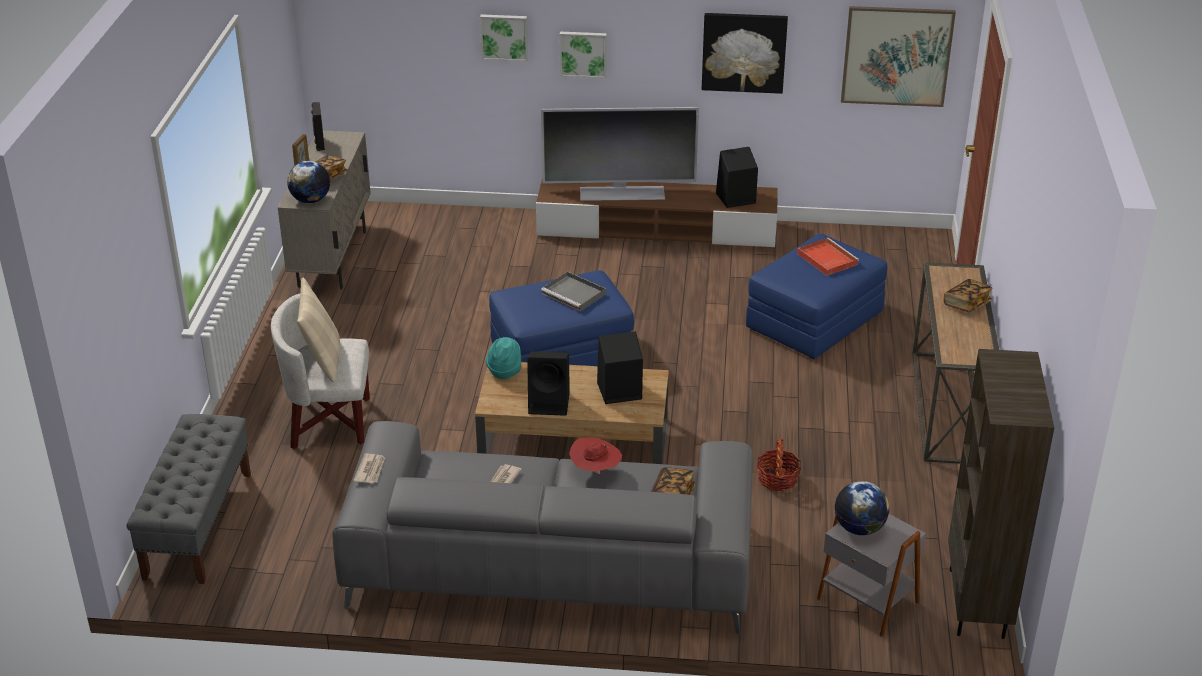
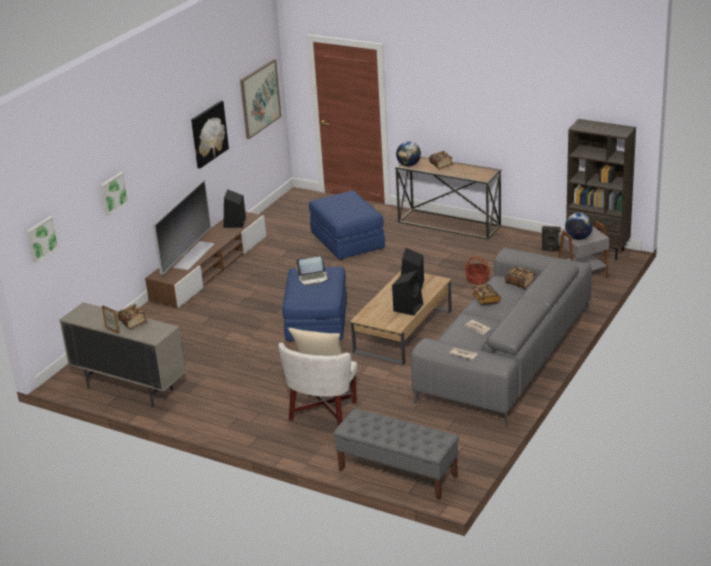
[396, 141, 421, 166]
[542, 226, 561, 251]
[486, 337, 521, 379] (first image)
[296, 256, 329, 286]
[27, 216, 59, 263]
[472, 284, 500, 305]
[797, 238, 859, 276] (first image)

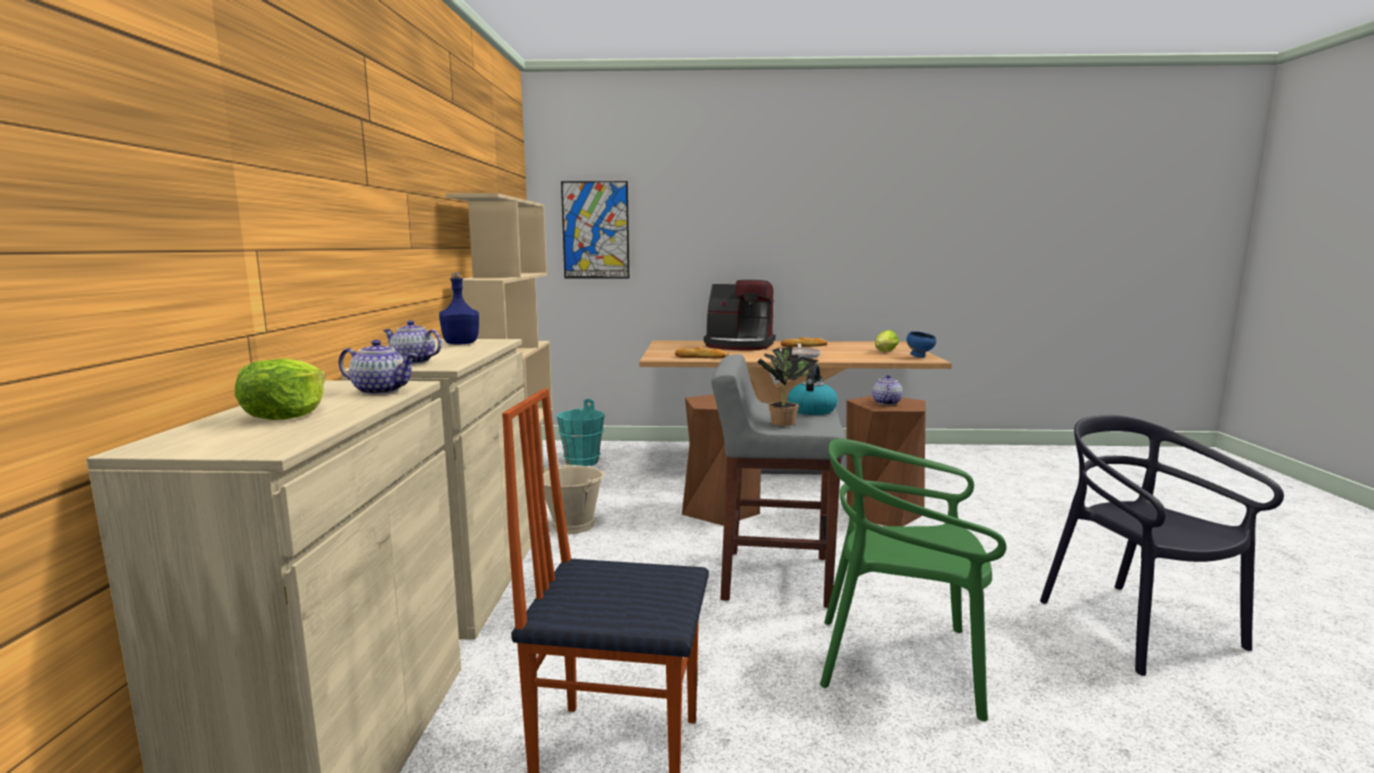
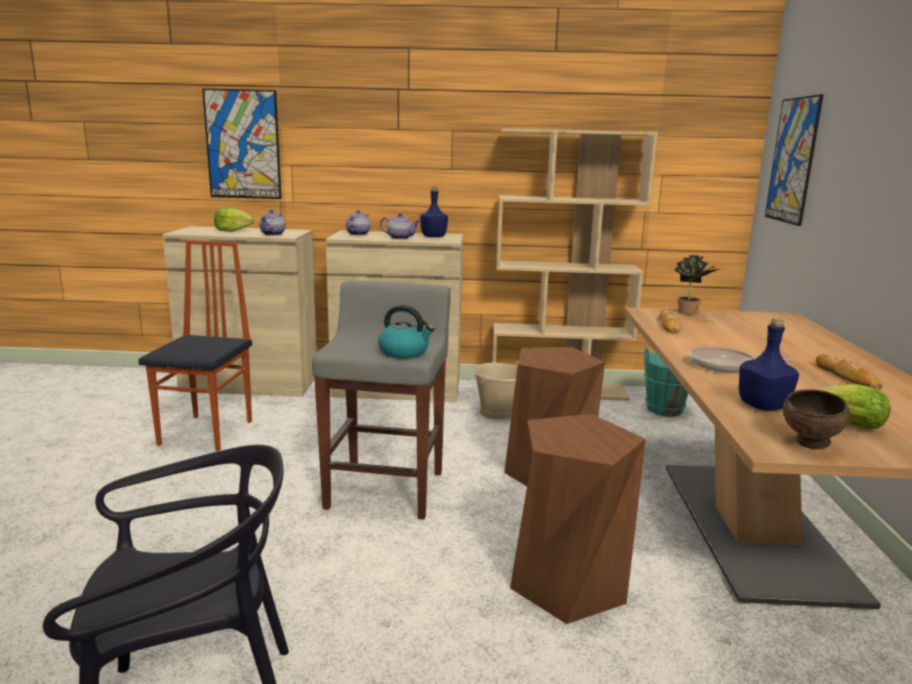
[704, 280, 776, 351] (first image)
[674, 255, 719, 315]
[820, 439, 1007, 721] (first image)
[380, 213, 420, 239]
[783, 389, 850, 449]
[202, 89, 282, 199]
[739, 318, 799, 411]

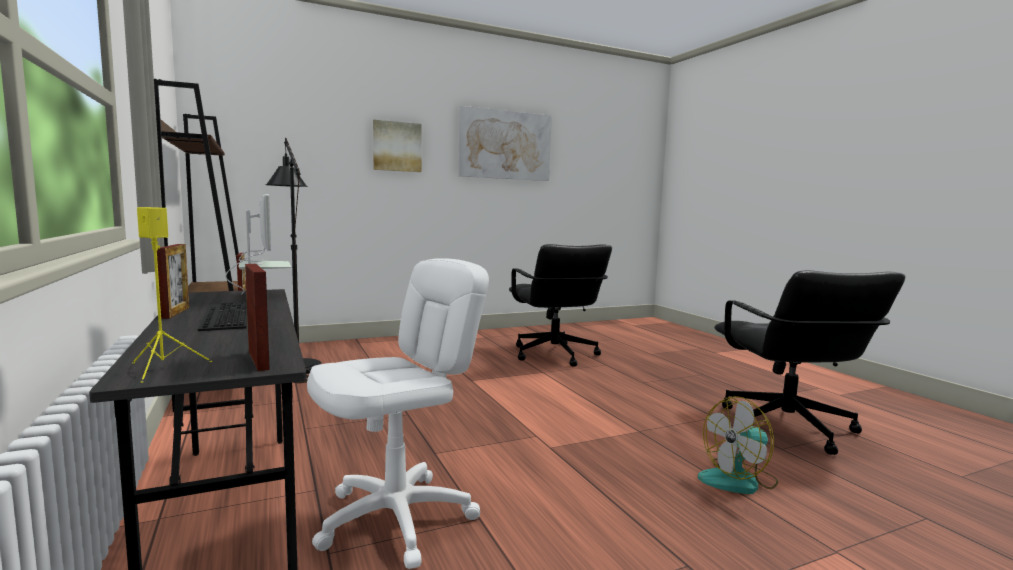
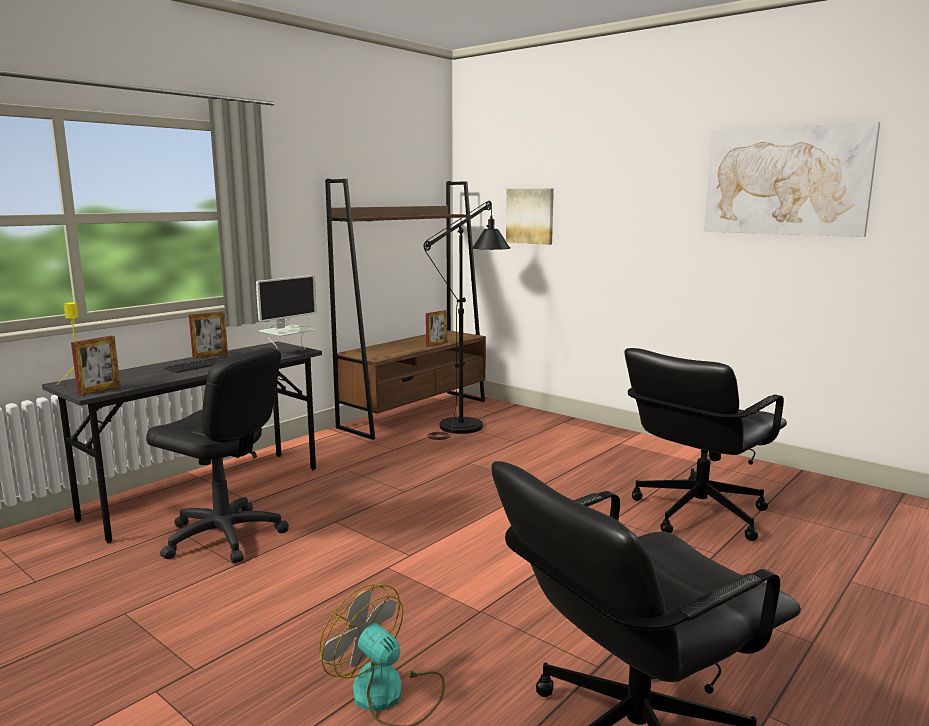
[146, 348, 289, 563]
[506, 189, 554, 245]

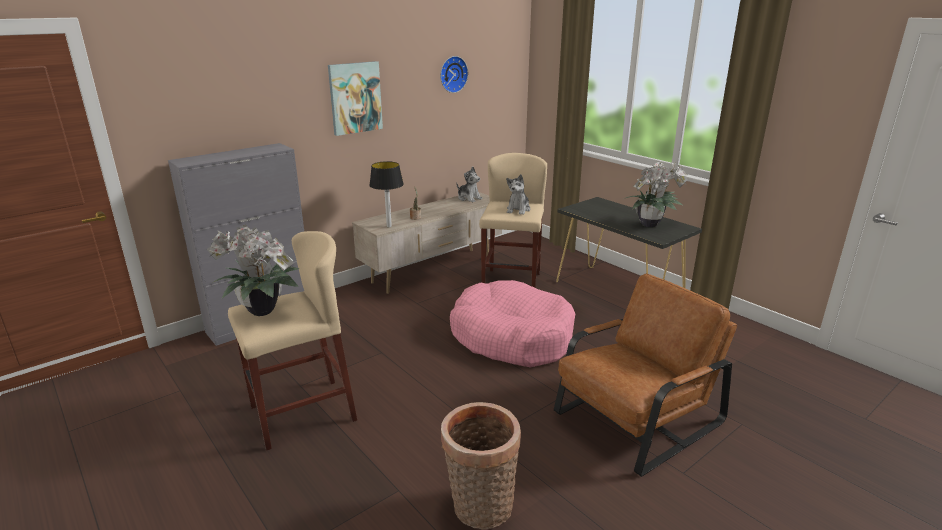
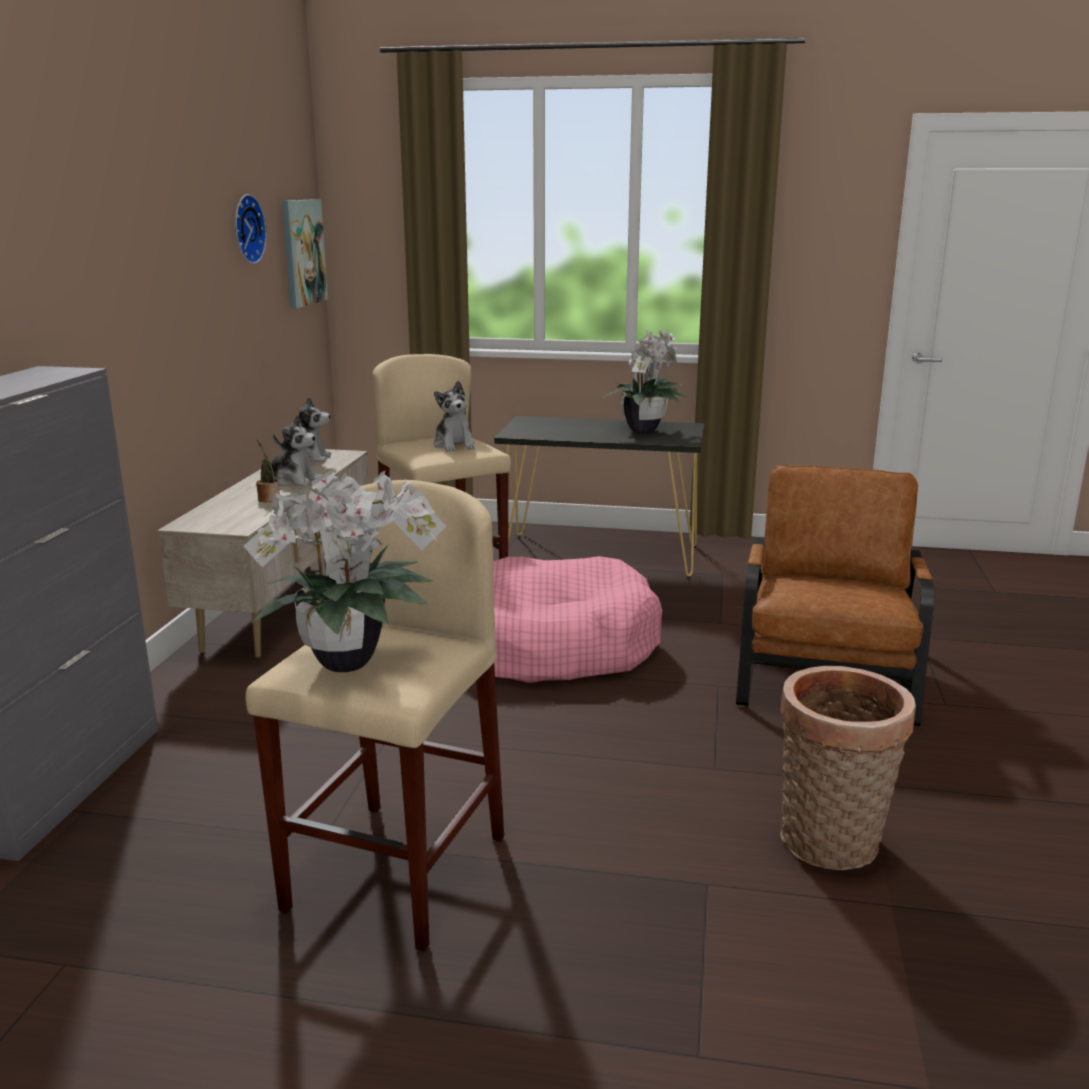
[282, 199, 328, 308]
[369, 161, 404, 228] (first image)
[264, 415, 321, 487]

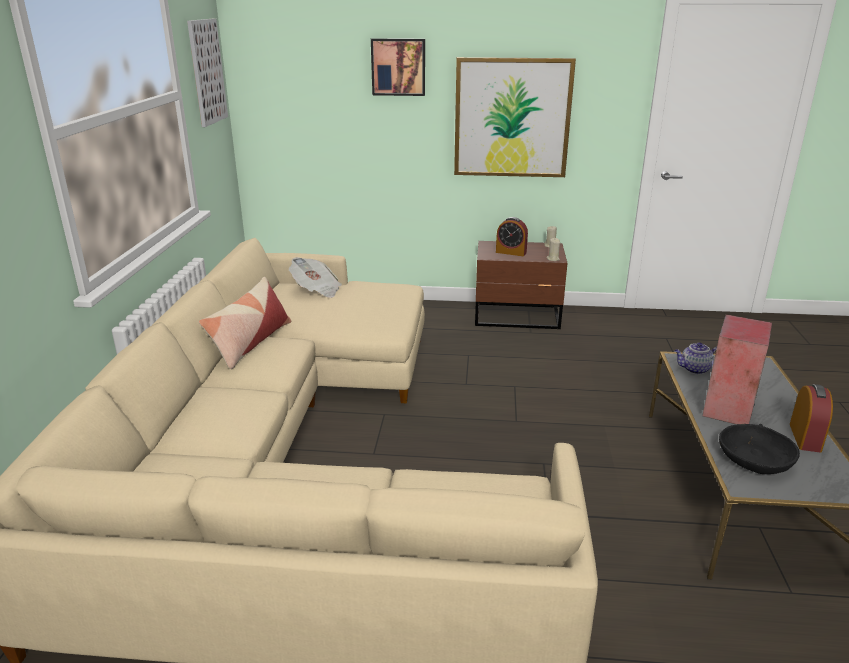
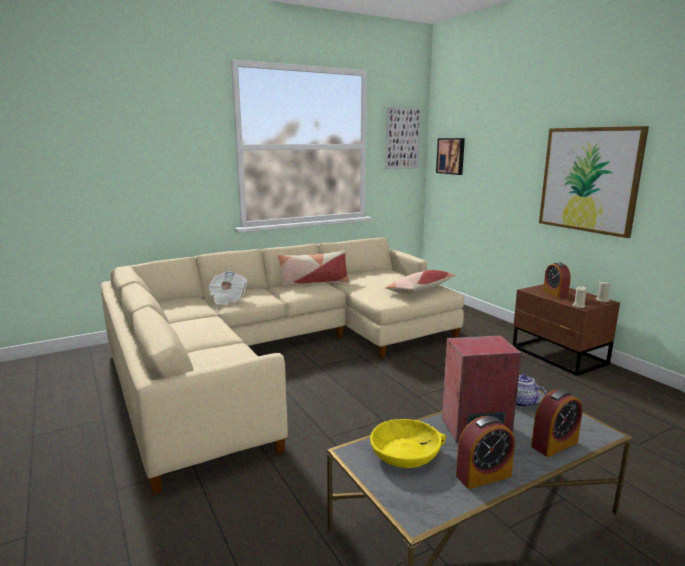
[208, 271, 248, 305]
[436, 138, 465, 175]
[370, 419, 446, 468]
[385, 270, 456, 294]
[531, 389, 583, 457]

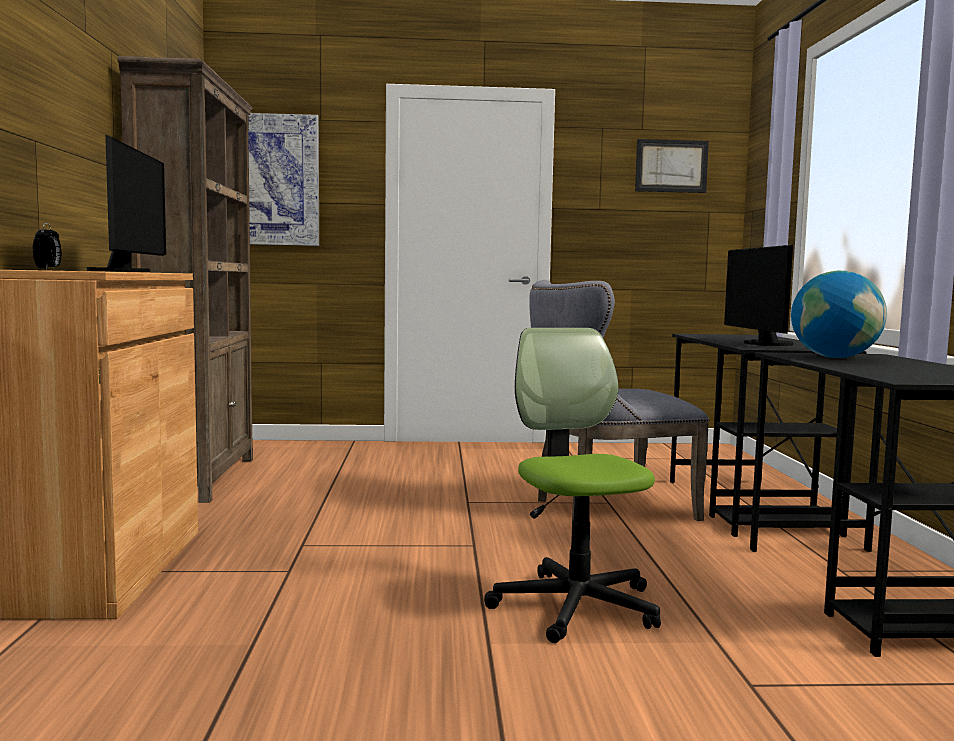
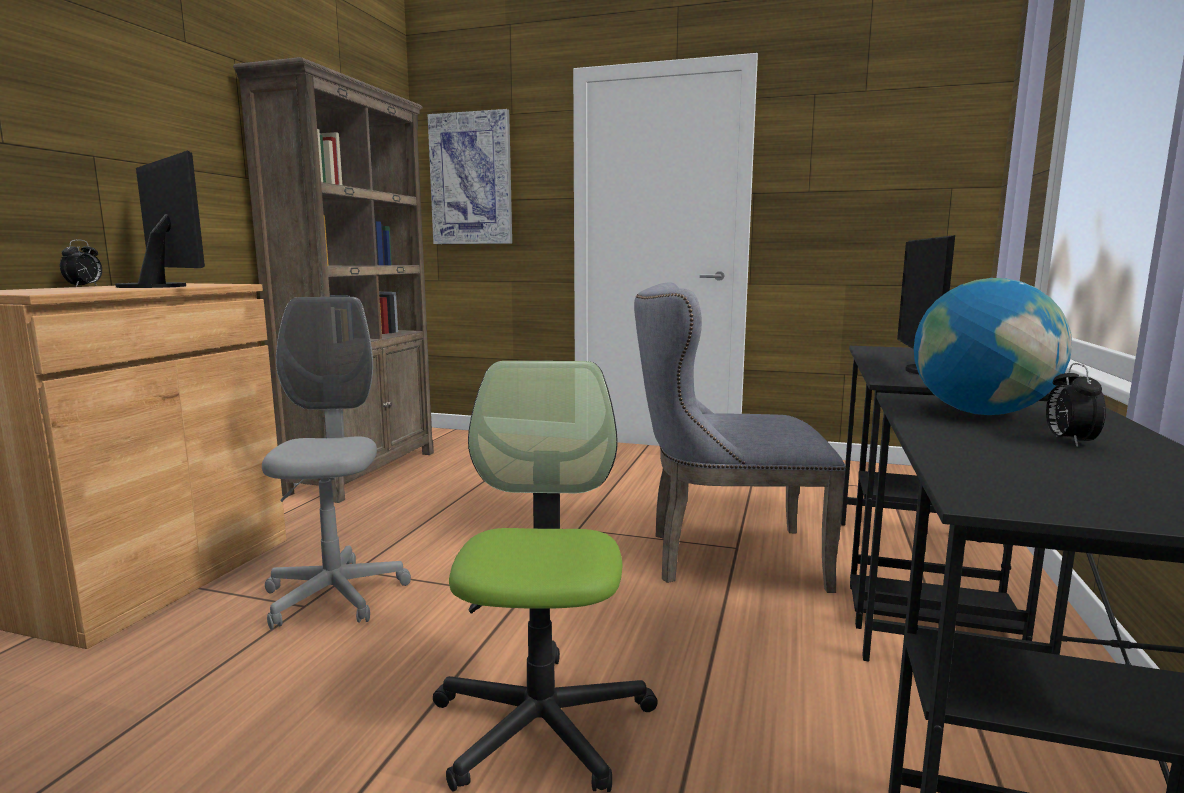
[115, 150, 205, 288]
[635, 139, 709, 193] (first image)
[262, 297, 411, 630]
[1046, 363, 1106, 447]

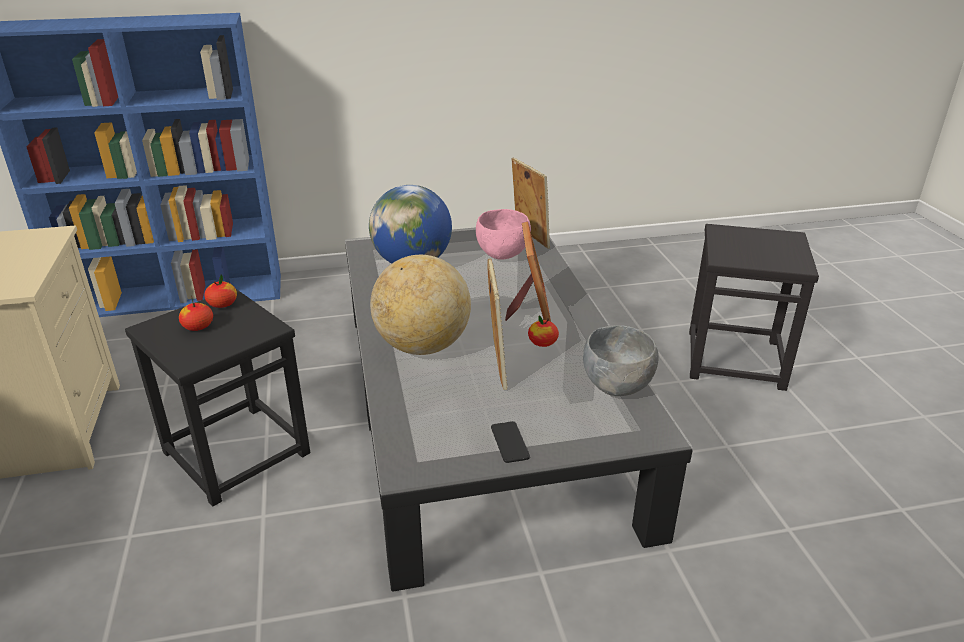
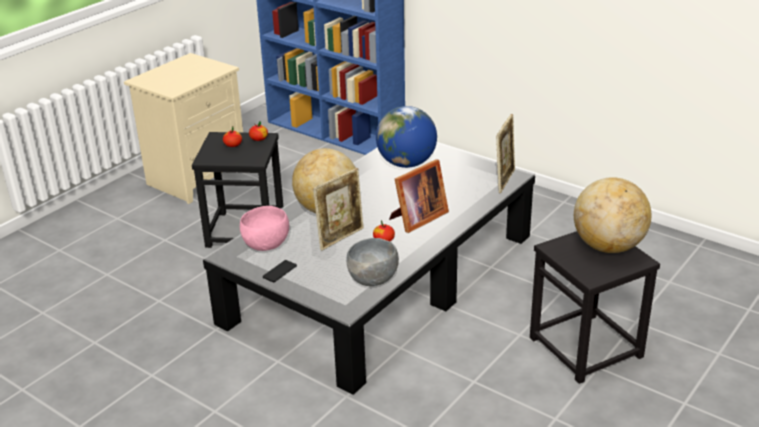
[240, 206, 289, 251]
[574, 177, 651, 253]

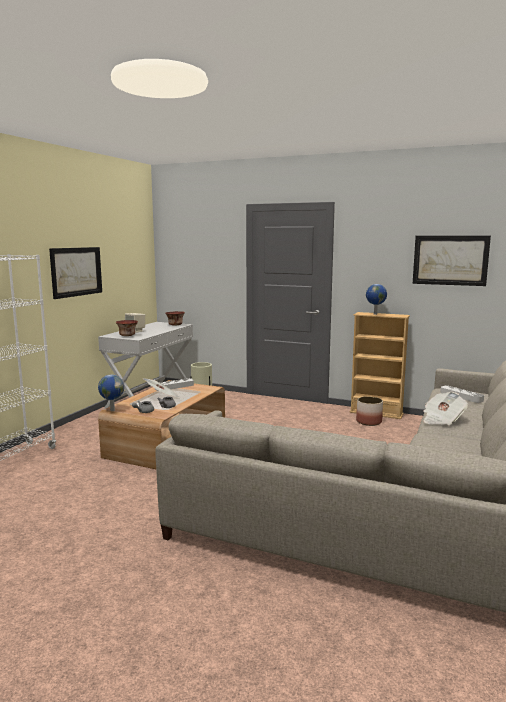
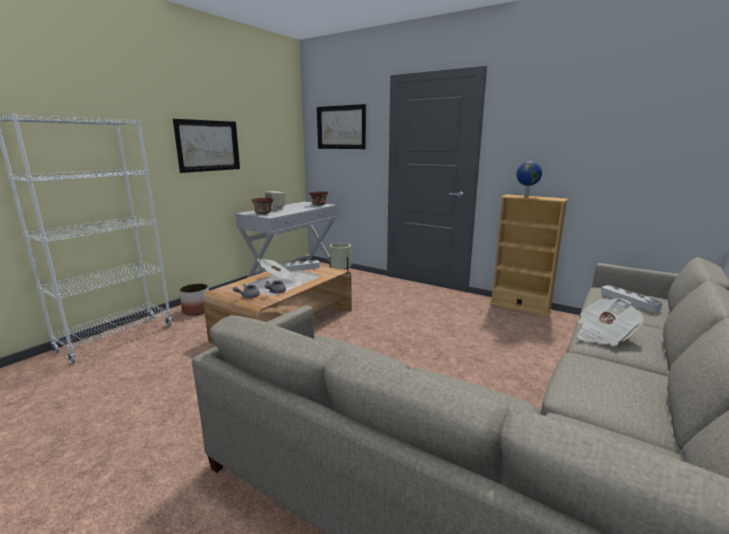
[98, 375, 124, 411] (first image)
[179, 283, 209, 316]
[317, 104, 366, 149]

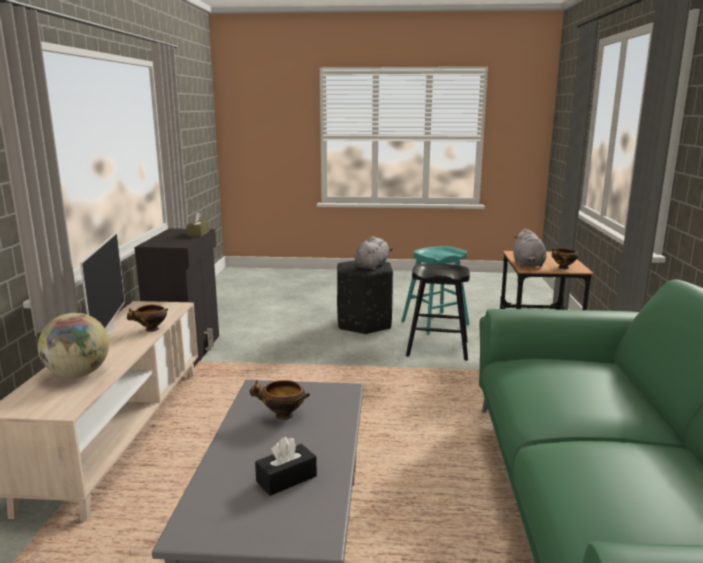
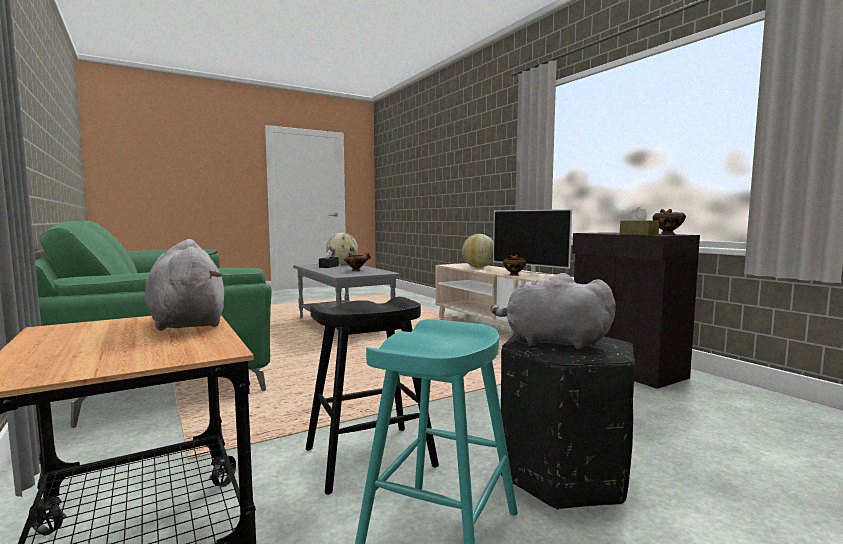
[491, 273, 616, 349]
[653, 209, 686, 234]
[326, 233, 358, 264]

